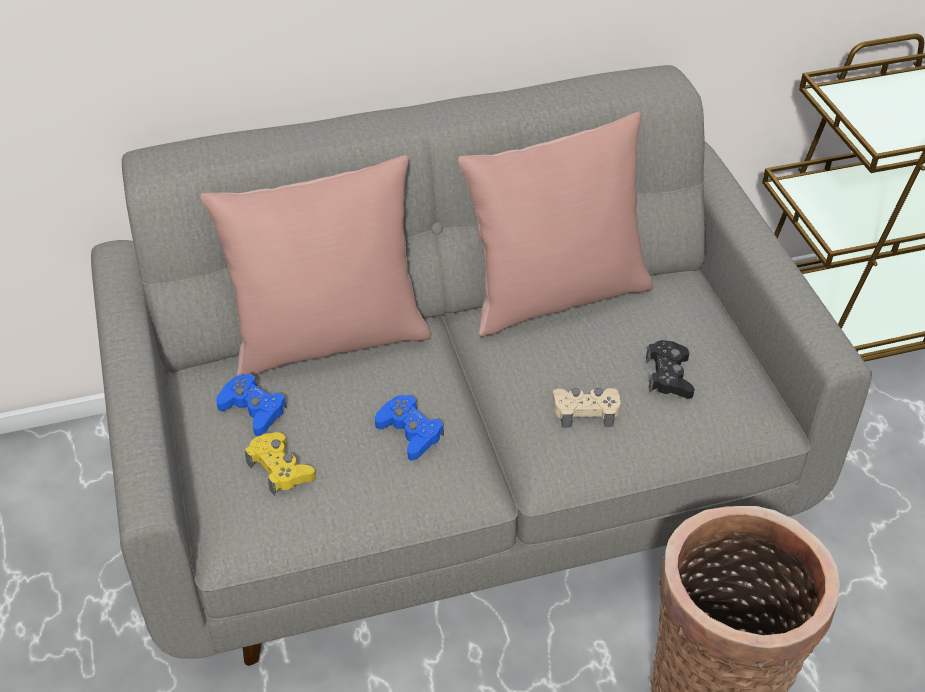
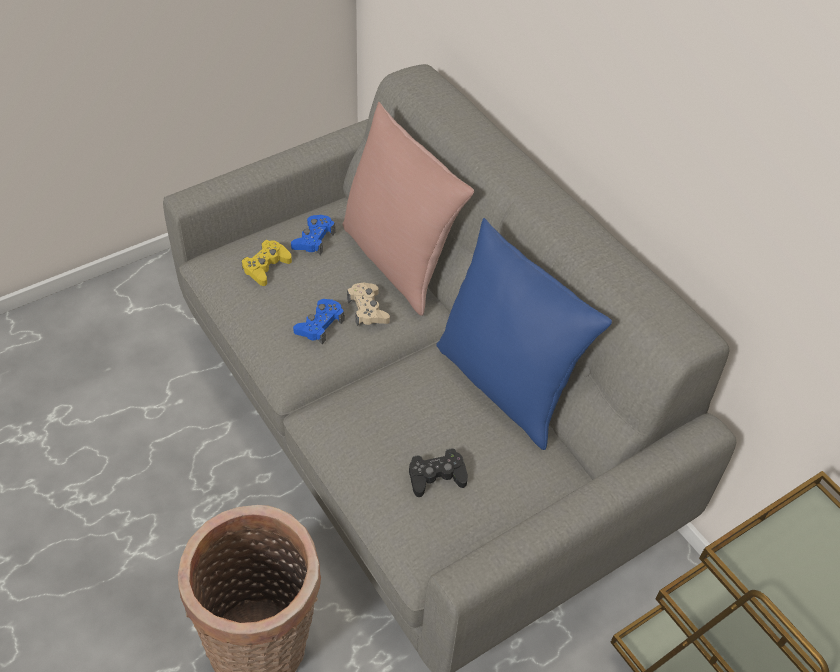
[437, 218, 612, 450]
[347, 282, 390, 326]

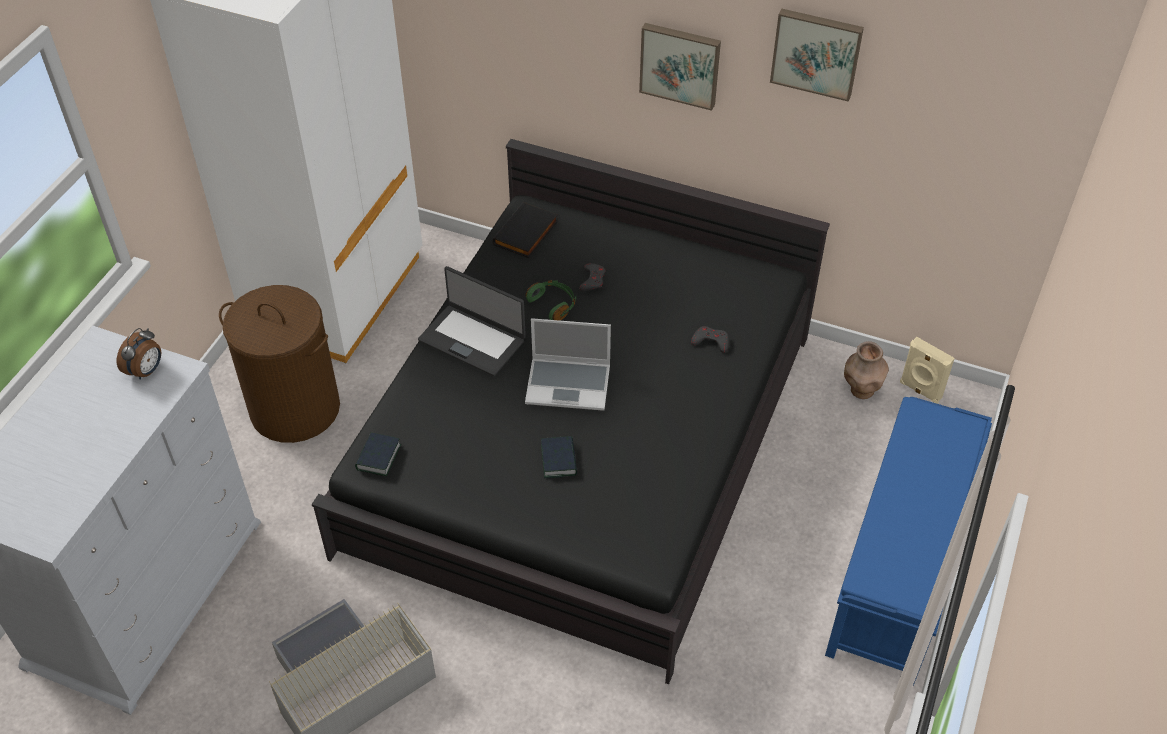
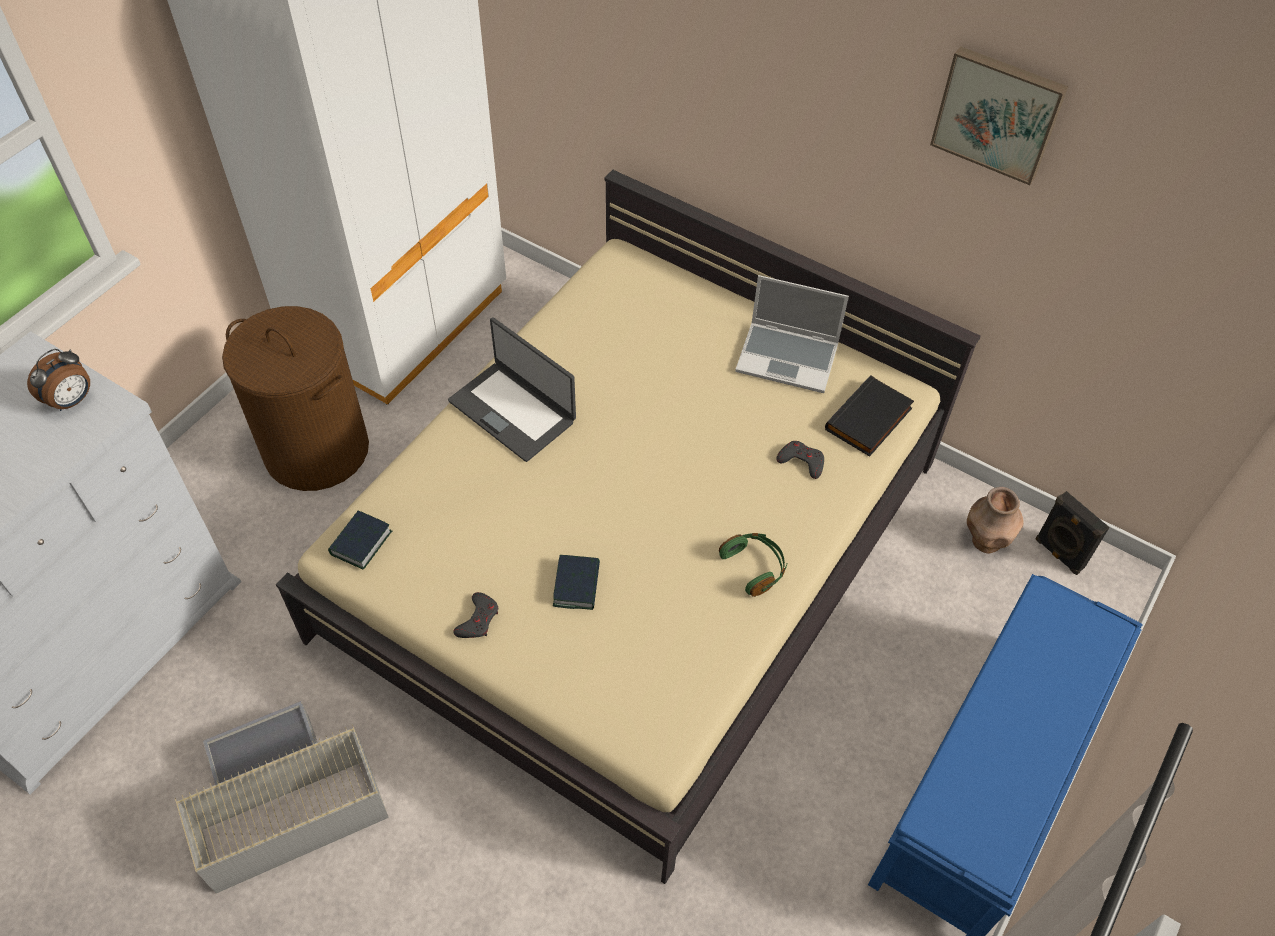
[276, 170, 981, 884]
[825, 375, 914, 457]
[719, 533, 788, 597]
[735, 275, 849, 393]
[453, 592, 498, 638]
[639, 23, 721, 111] (first image)
[1035, 491, 1110, 575]

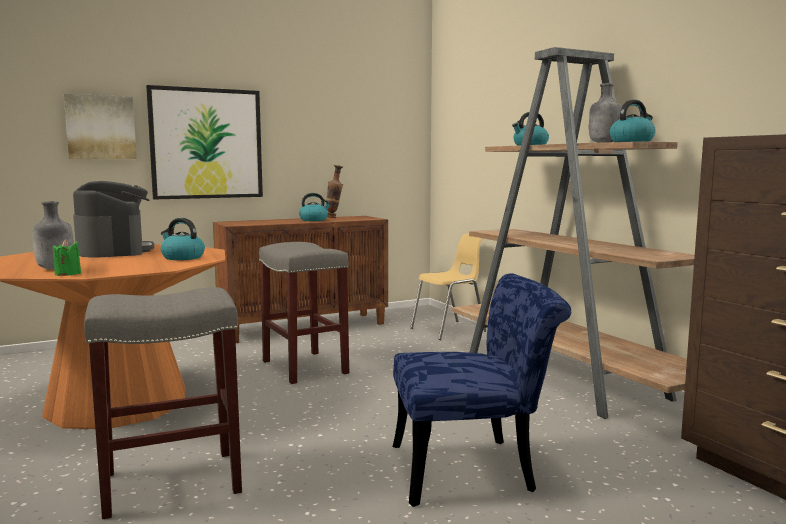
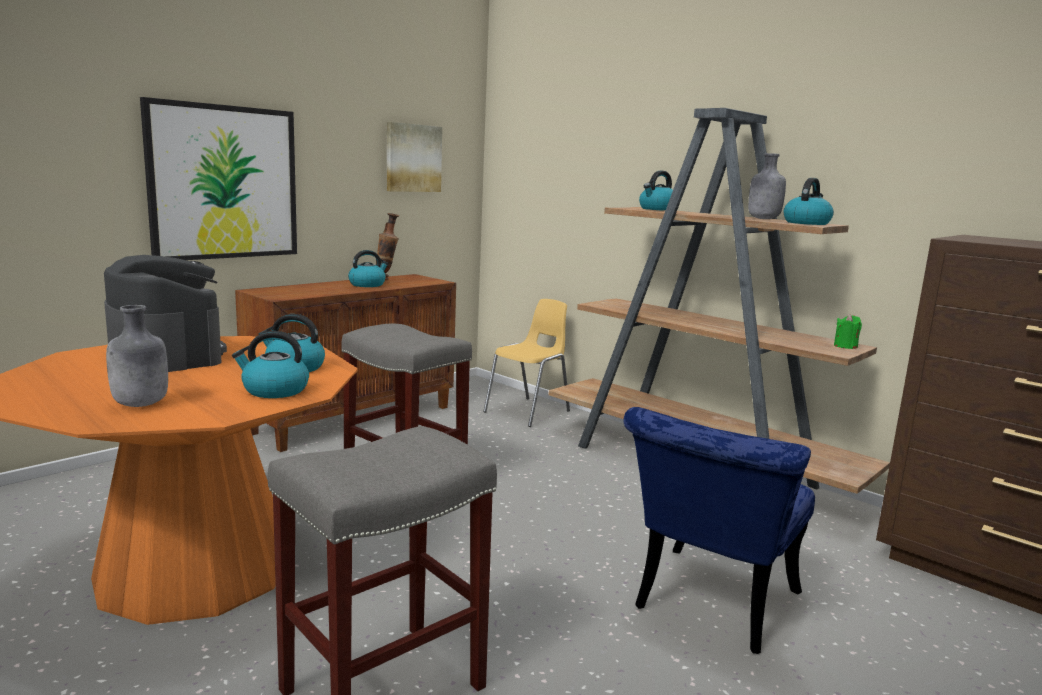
[834, 314, 862, 349]
[387, 122, 442, 192]
[623, 407, 815, 654]
[232, 331, 309, 398]

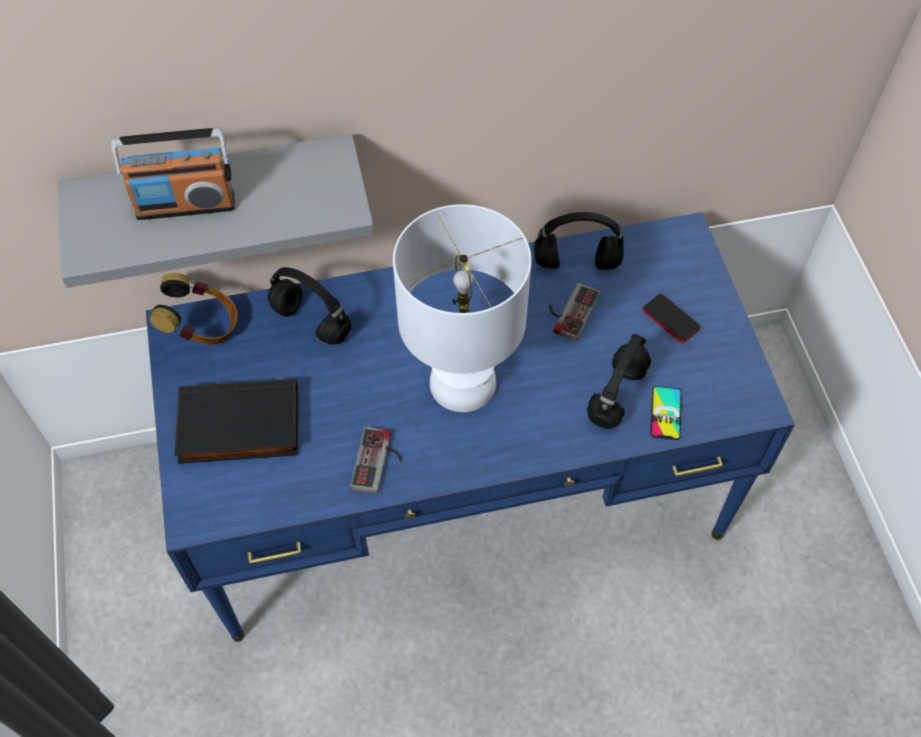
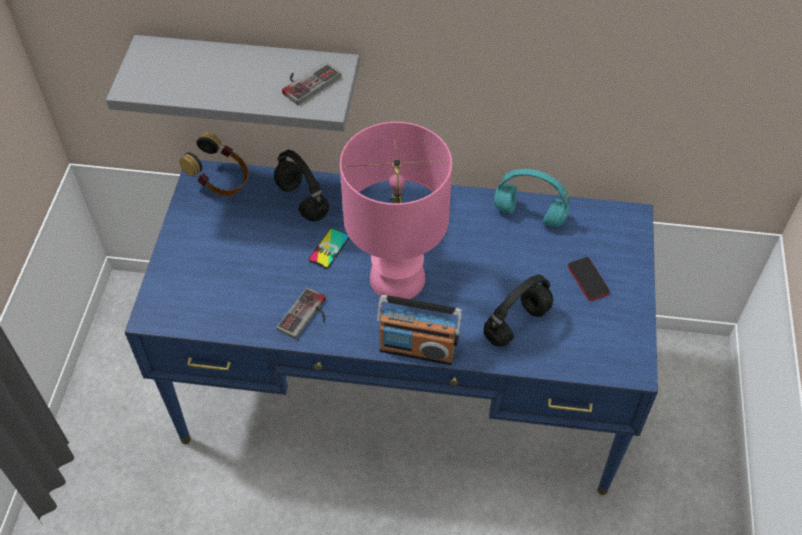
[377, 295, 462, 365]
[174, 379, 298, 464] (first image)
[340, 122, 452, 299]
[494, 169, 569, 227]
[282, 62, 341, 105]
[308, 228, 350, 268]

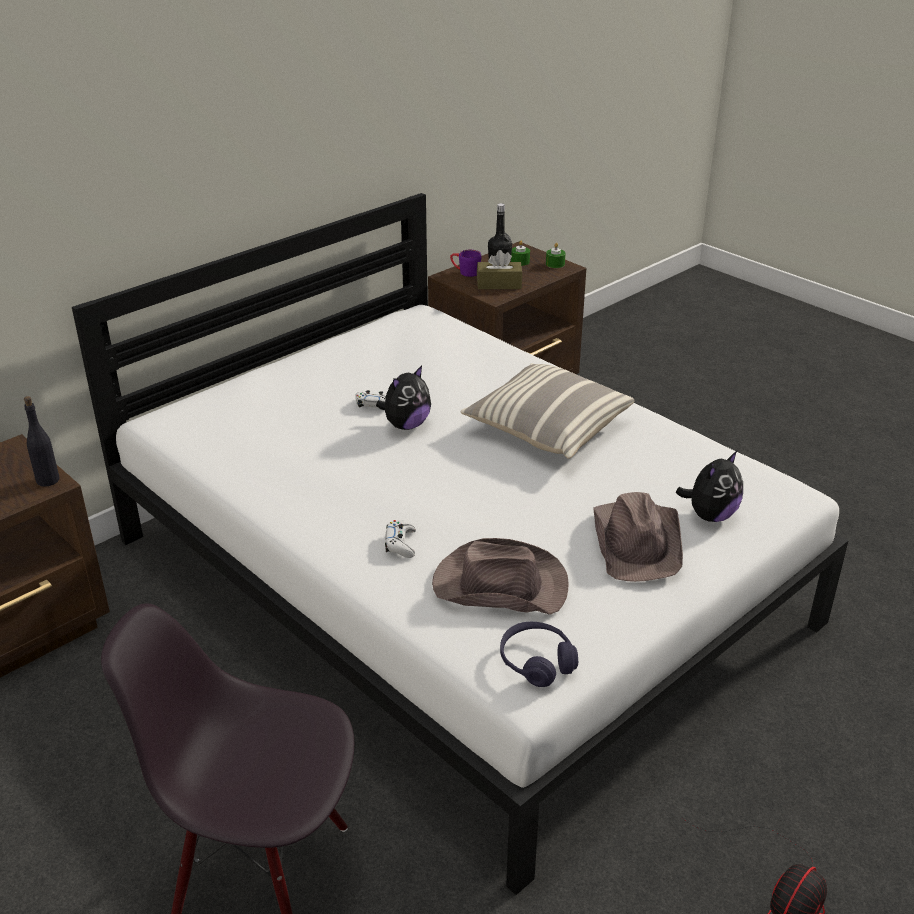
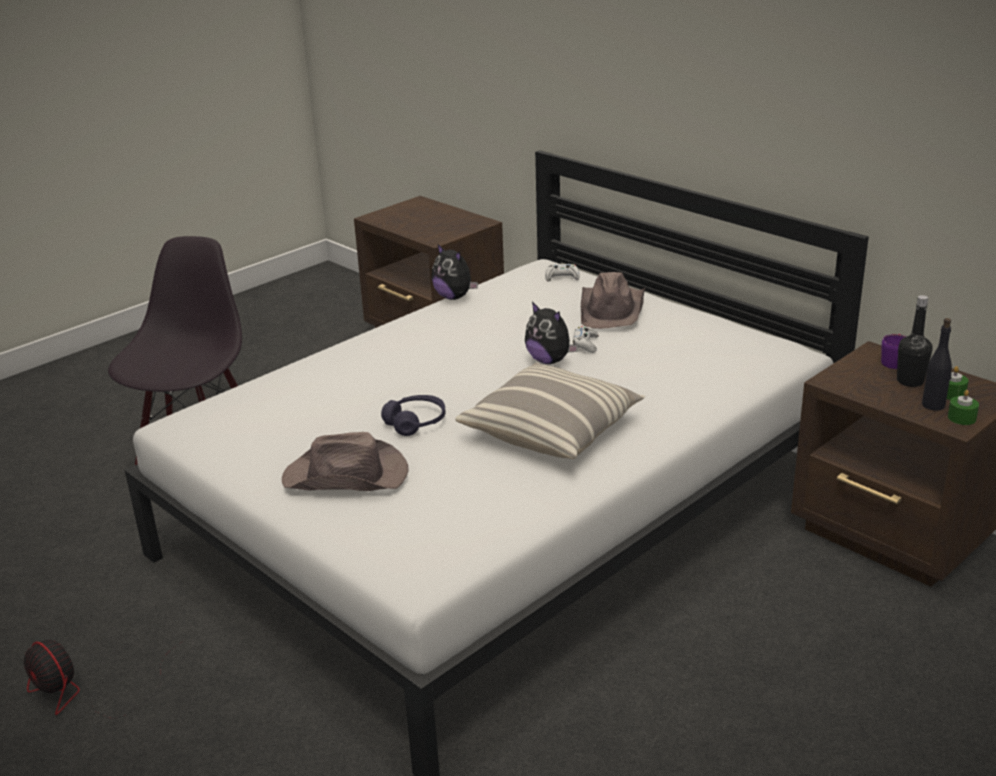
[922, 318, 952, 410]
[545, 264, 579, 282]
[581, 272, 646, 329]
[477, 250, 522, 289] (first image)
[381, 395, 445, 436]
[431, 243, 478, 300]

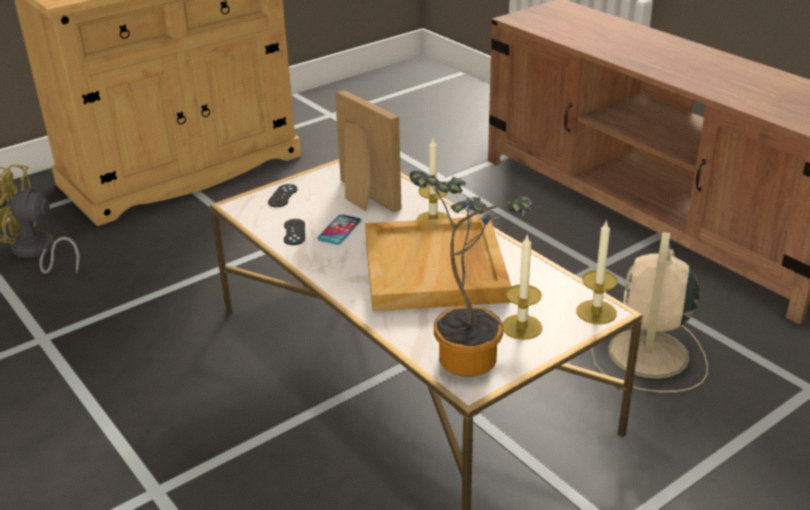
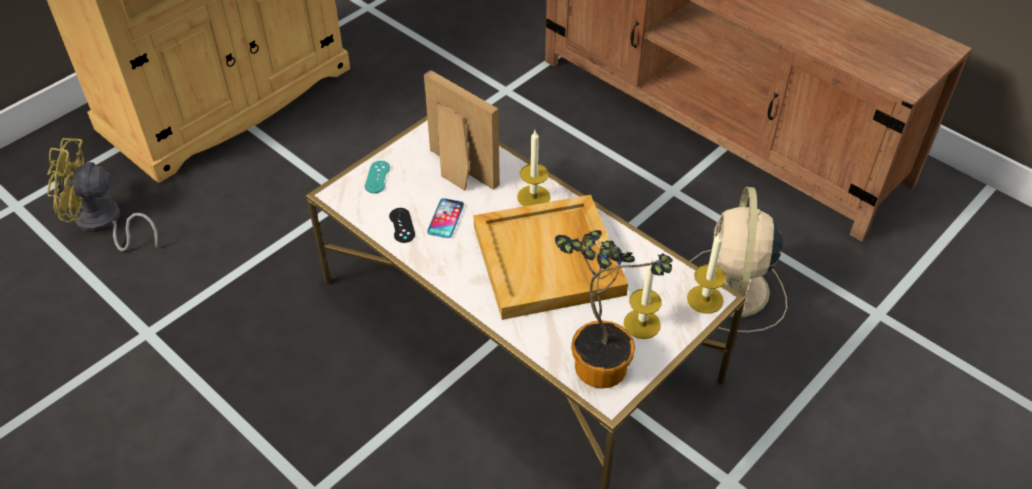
[365, 161, 390, 193]

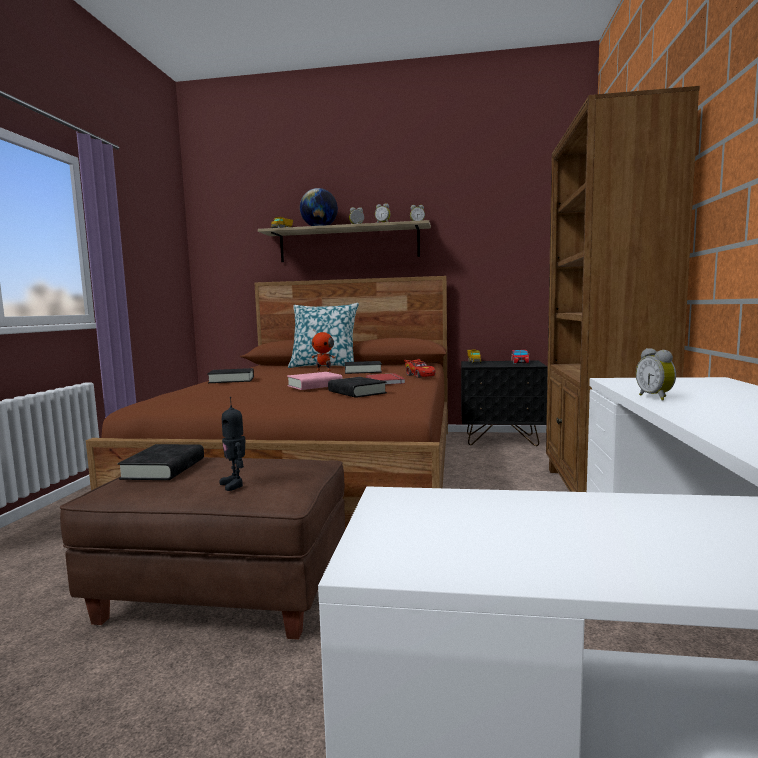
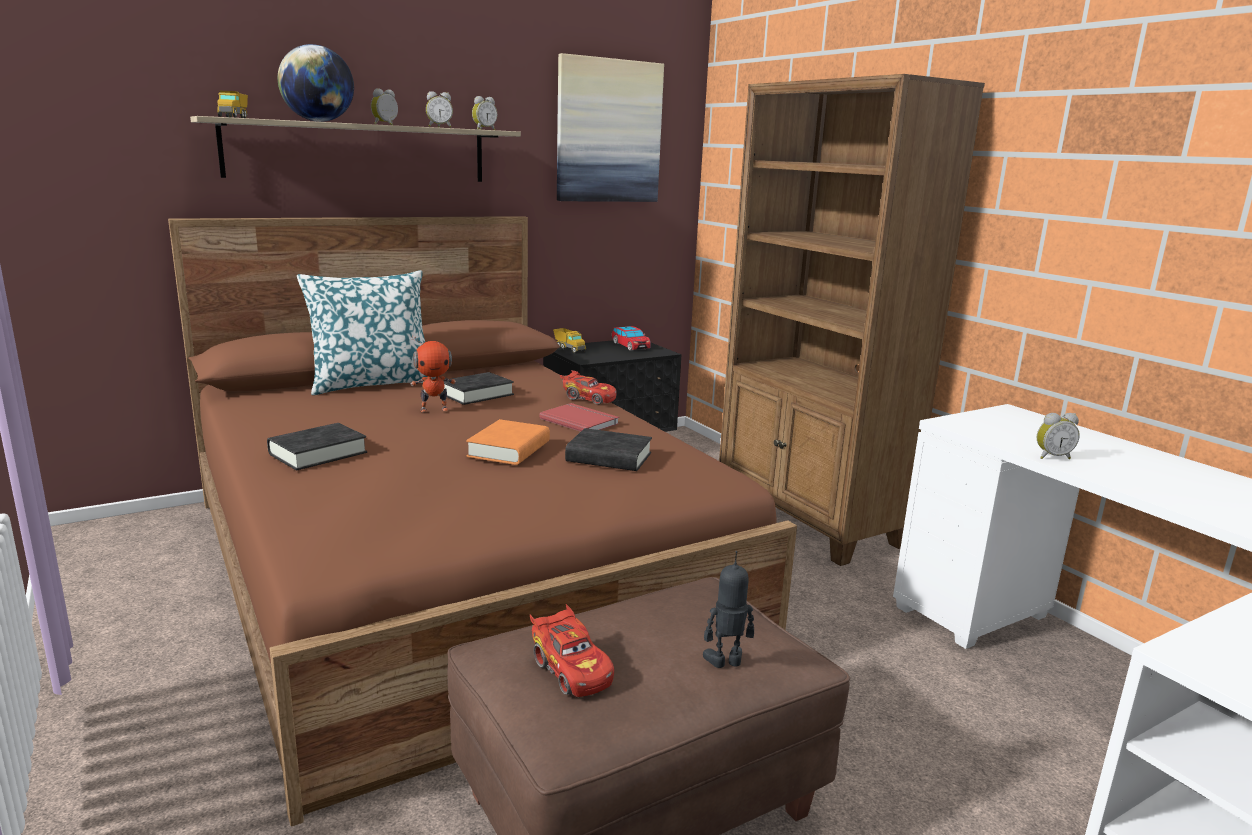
[530, 604, 614, 697]
[703, 551, 754, 668]
[466, 419, 550, 465]
[1037, 413, 1080, 459]
[557, 53, 664, 202]

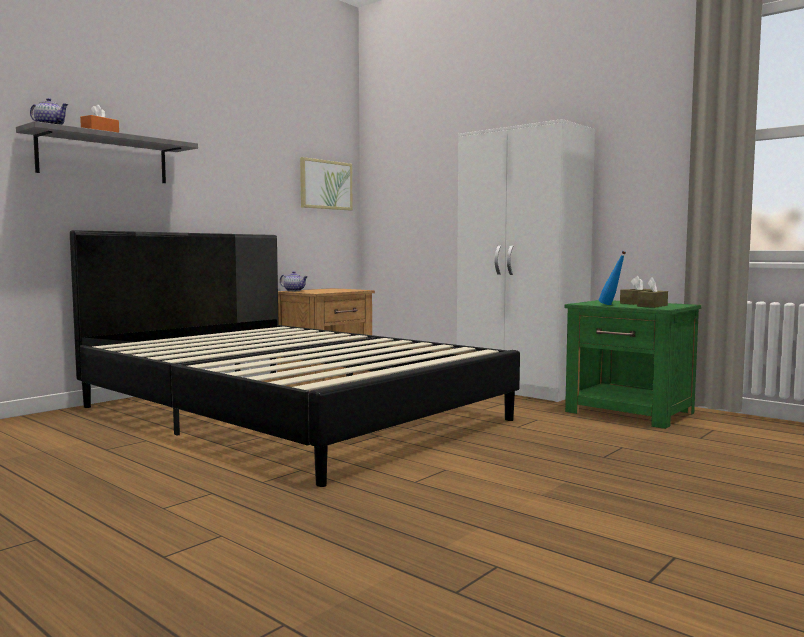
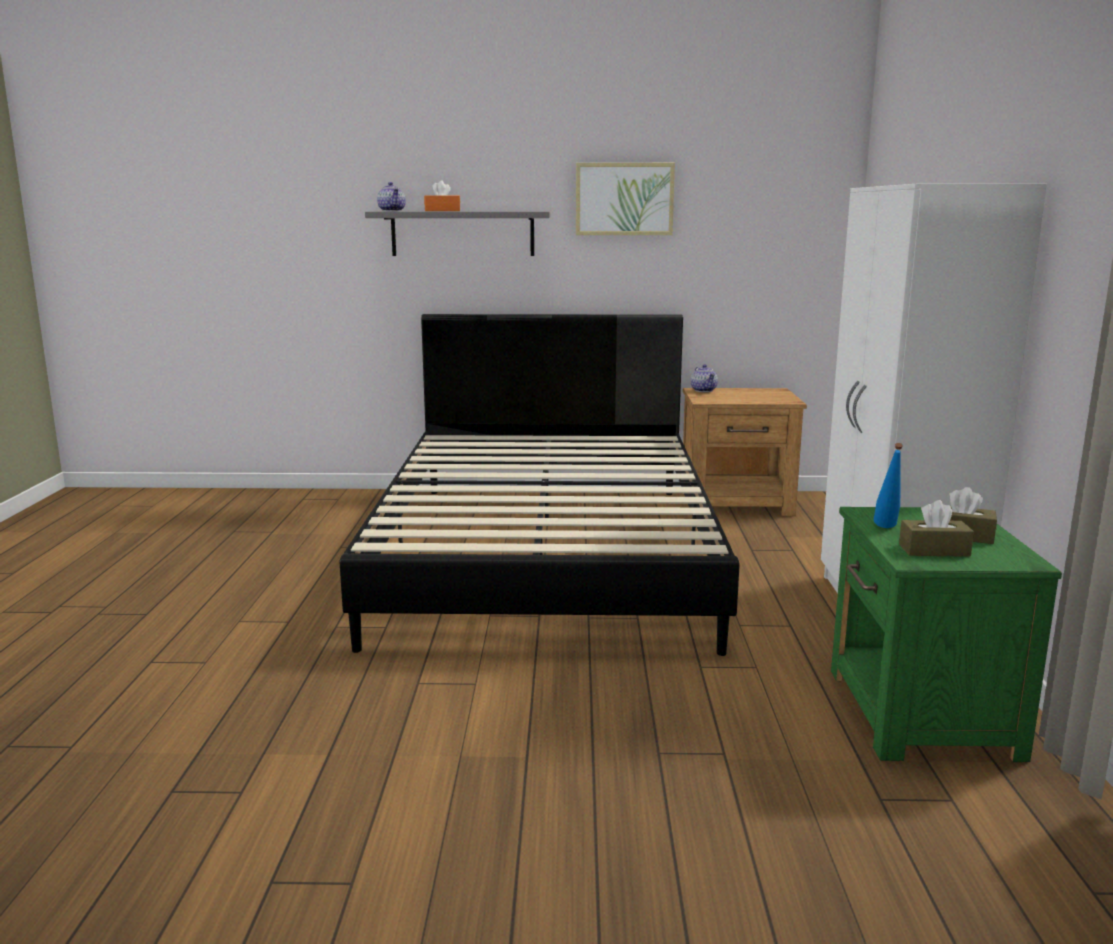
[576, 163, 675, 235]

